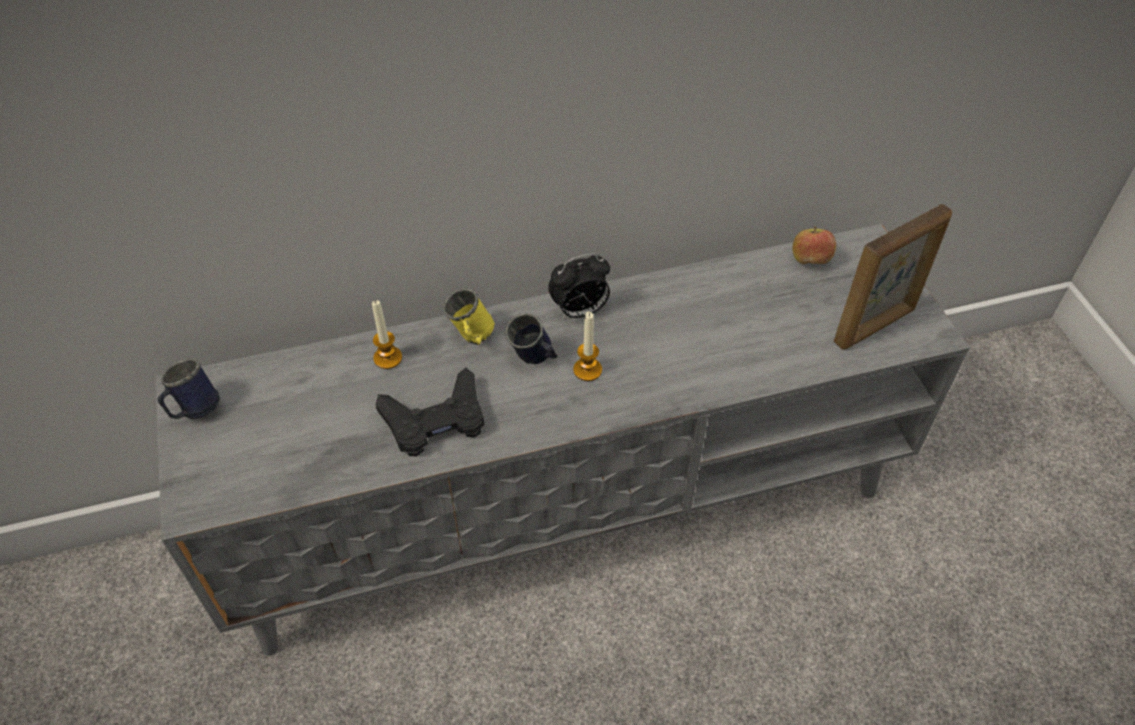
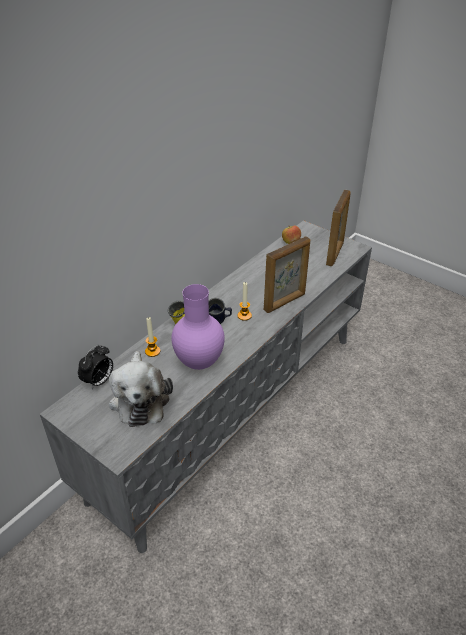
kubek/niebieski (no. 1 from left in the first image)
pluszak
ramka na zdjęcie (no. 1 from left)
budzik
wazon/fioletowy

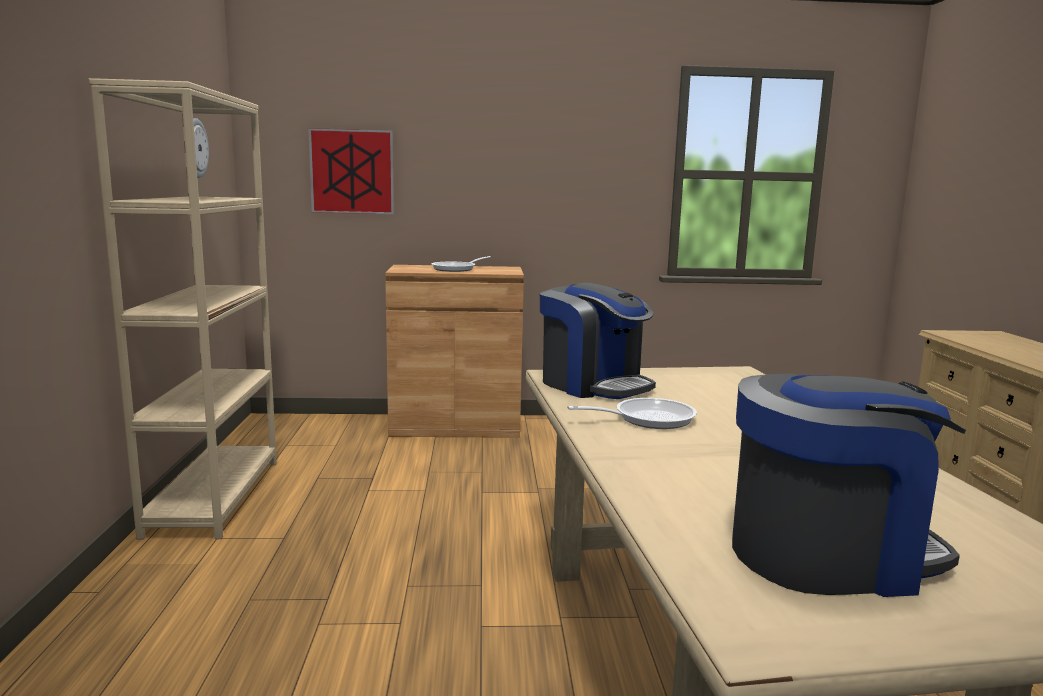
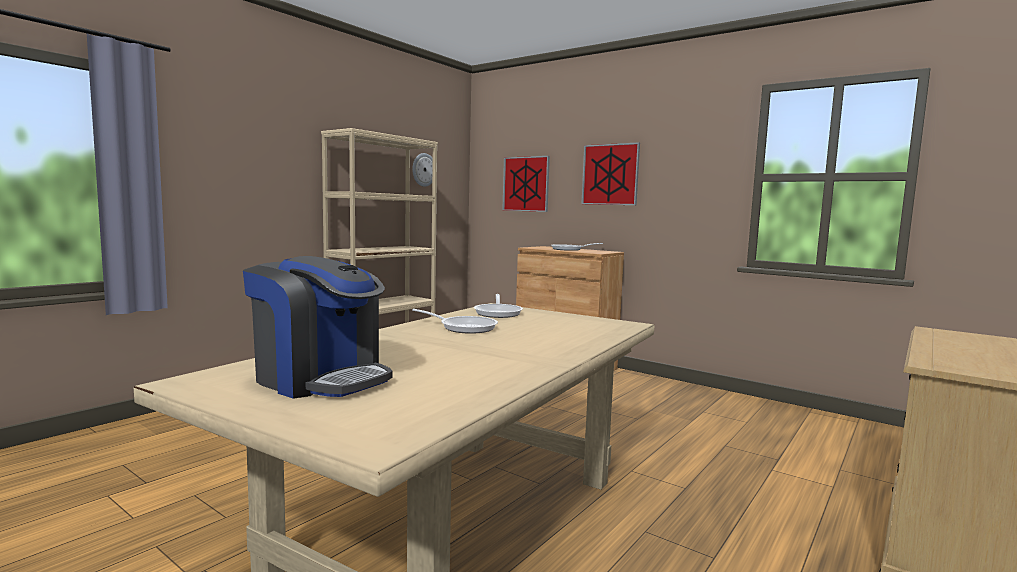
obraz (no. 2 from left)
patelnia (no. 2 from left)

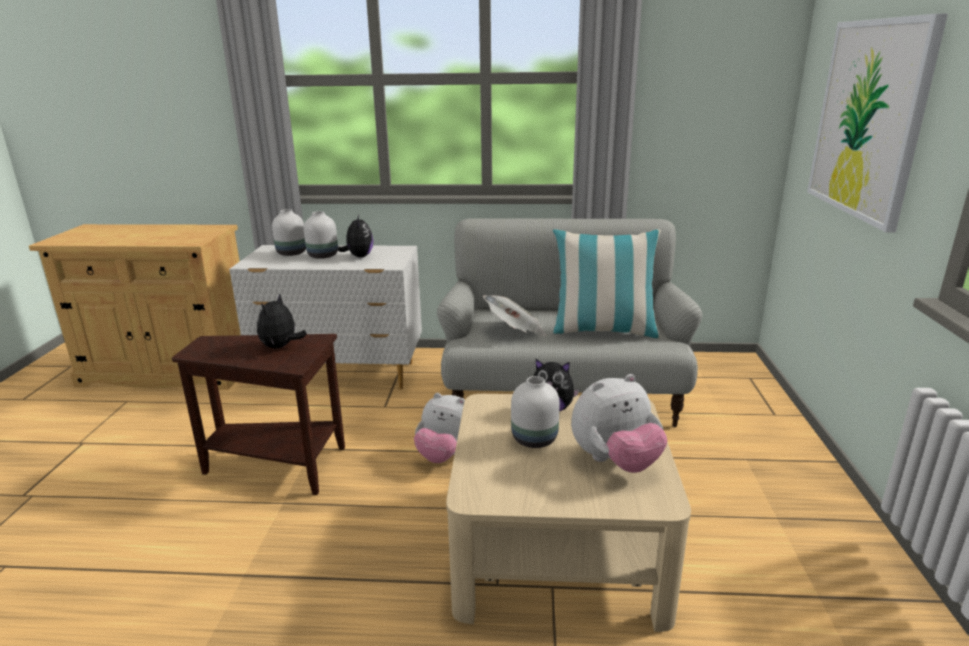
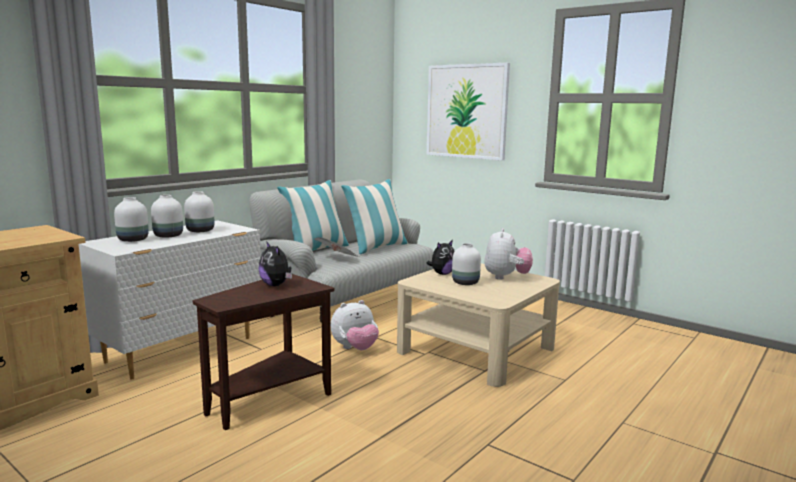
poduszka (no. 1 from left)
wazon/biały (no. 3 from left)

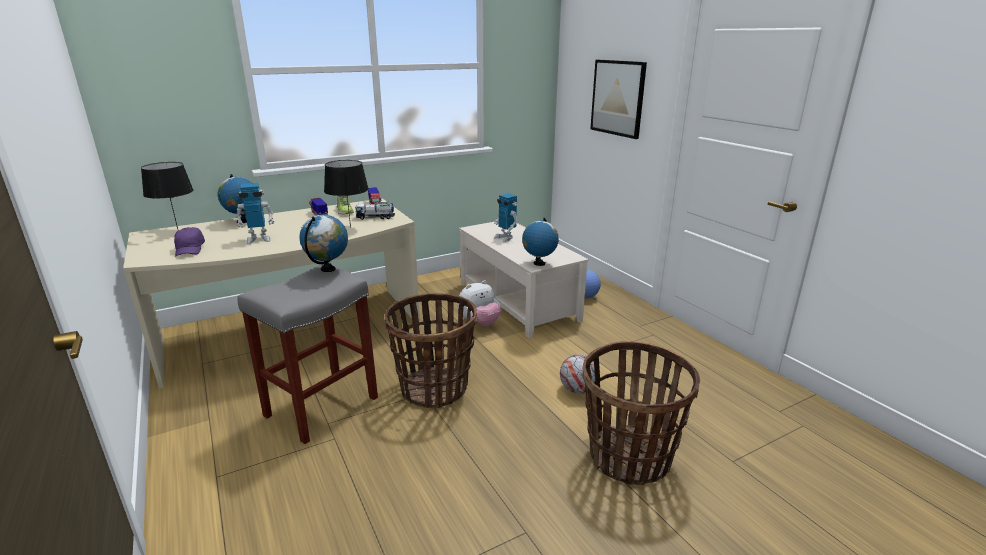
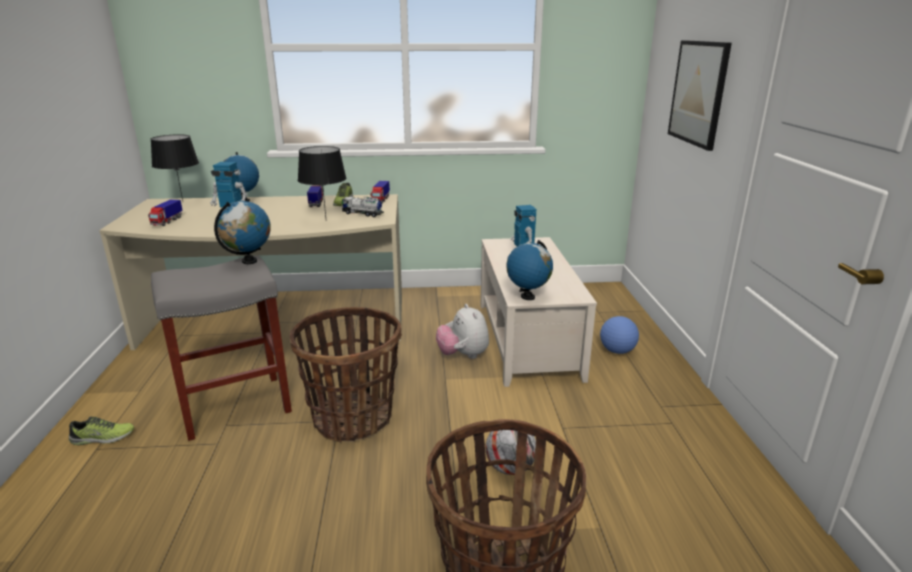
but (no. 1 from left)
ciężarówka zabawkowa (no. 1 from left)
pluszak

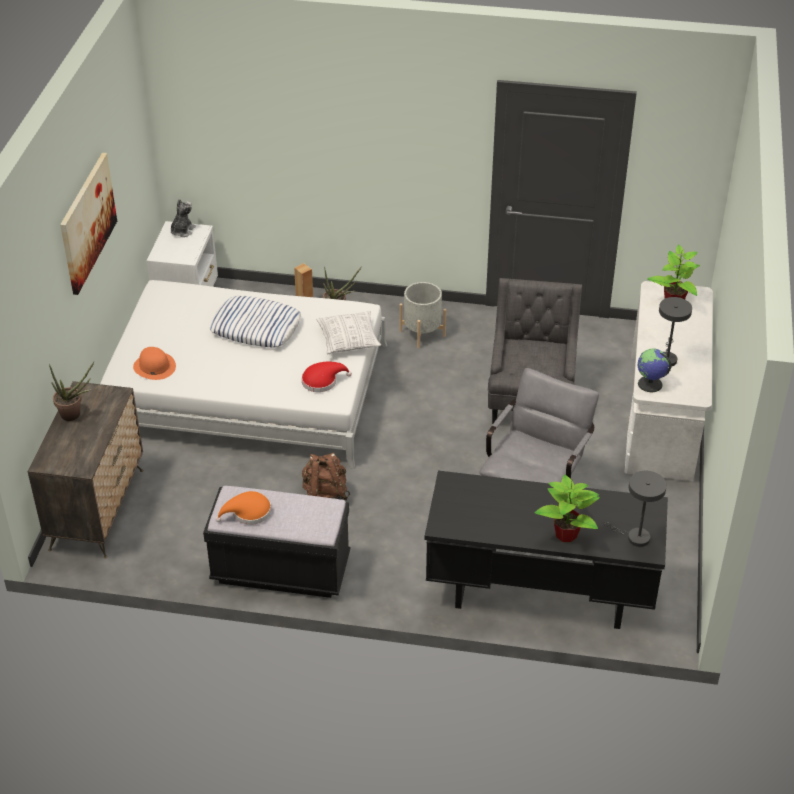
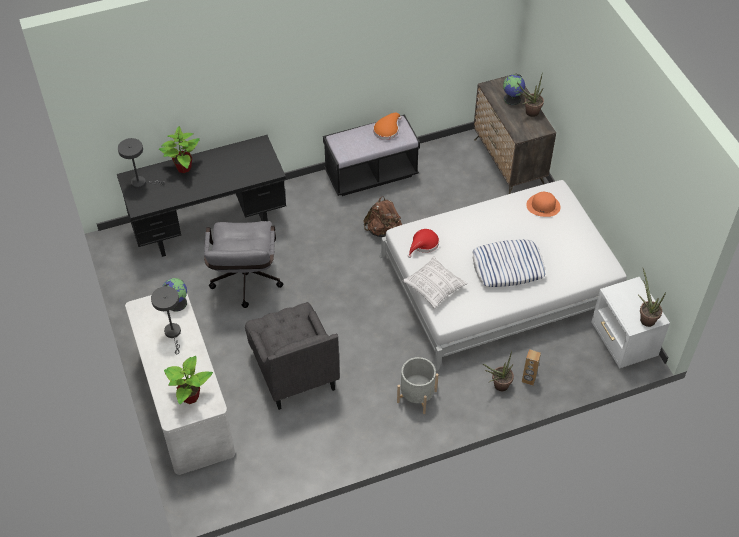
obraz
globus (no. 2 from left)
roślina doniczkowa (no. 5 from left)

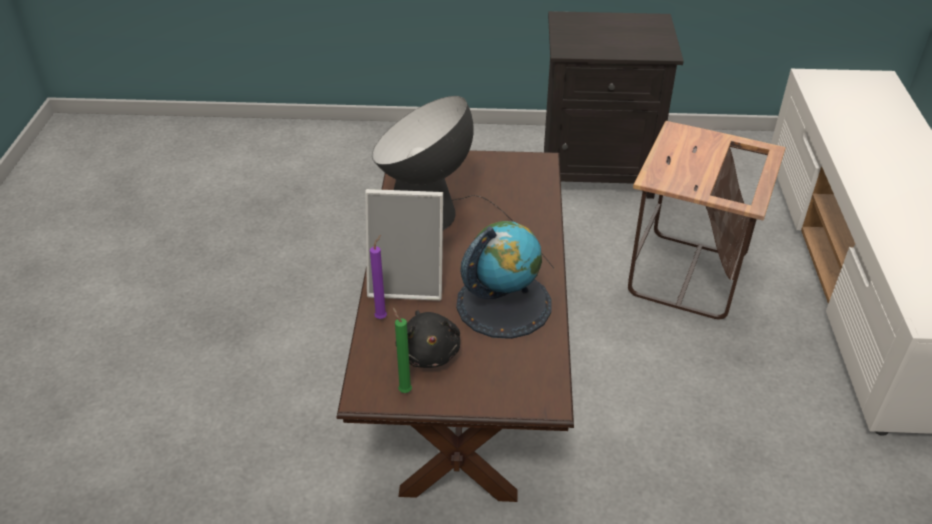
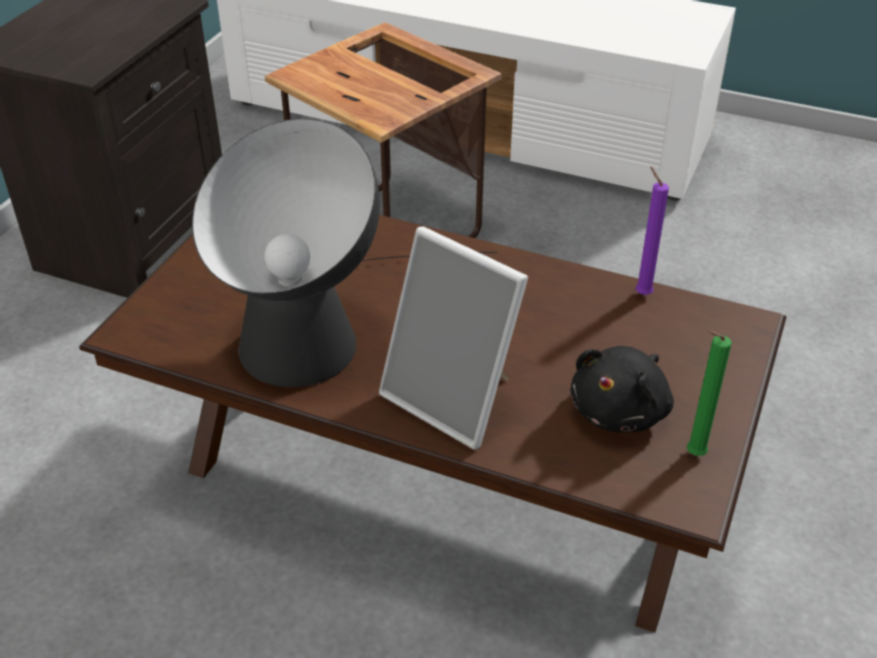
globus
świeca/fioletowy
ramka na zdjęcie
pluszak/czarny

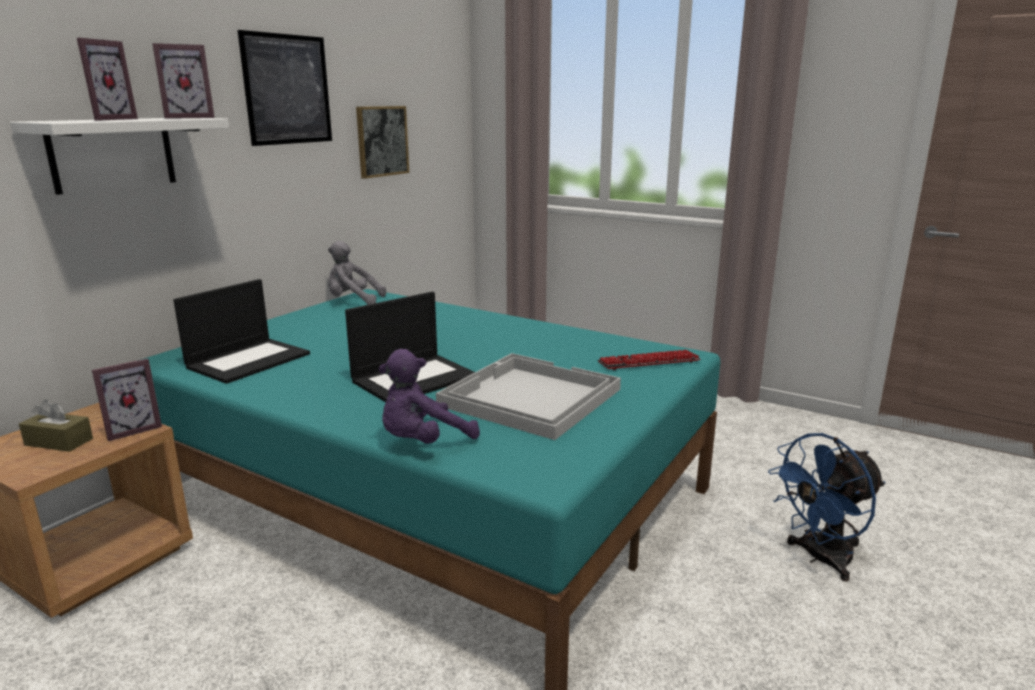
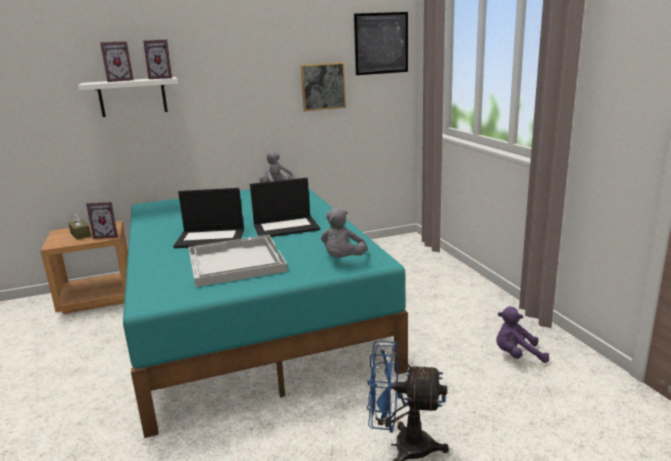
laptop (no. 2 from left)
obraz (no. 2 from left)
pluszak/fioletowy
pluszak/szary (no. 2 from left)

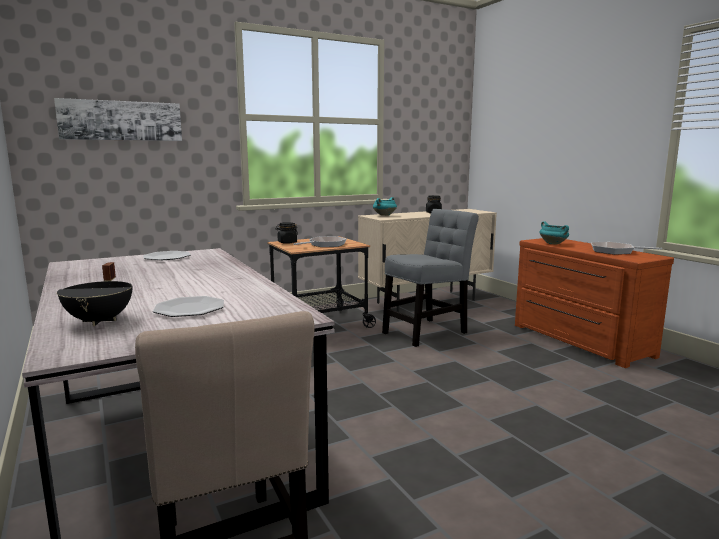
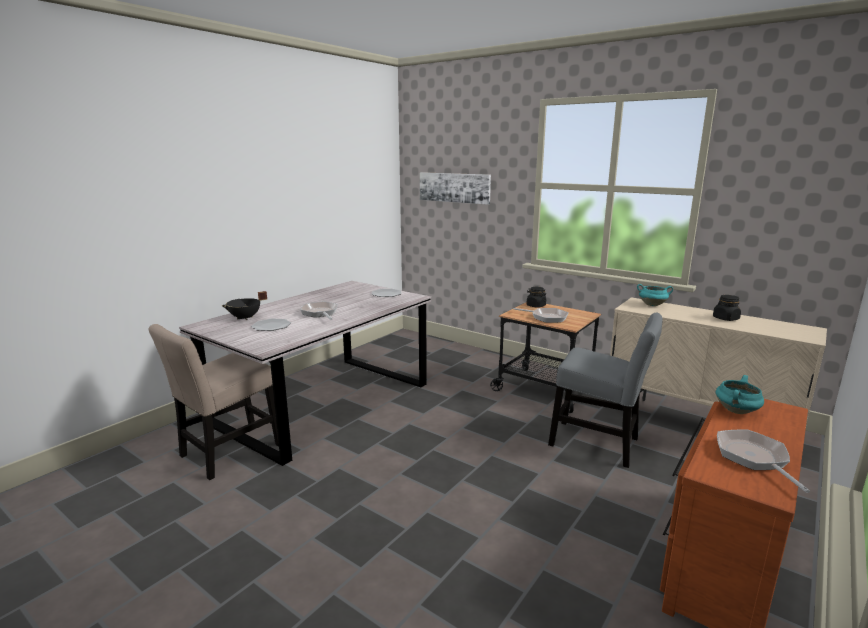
patelnia (no. 1 from left)

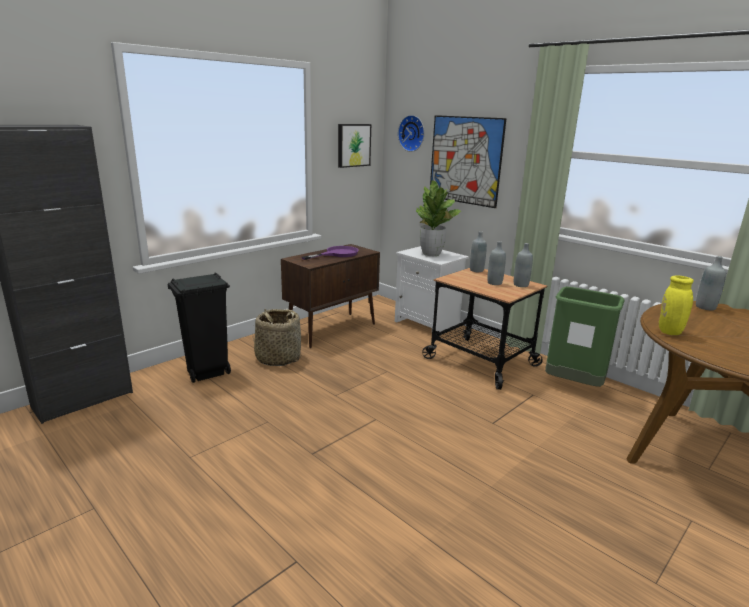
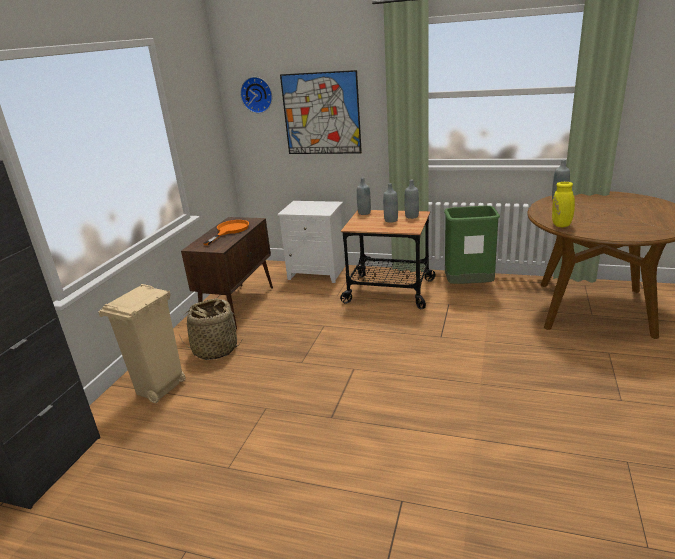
obraz (no. 1 from left in the first image)
roślina doniczkowa
kosz na śmieci/beżowy
patelnia/pomarańczowy

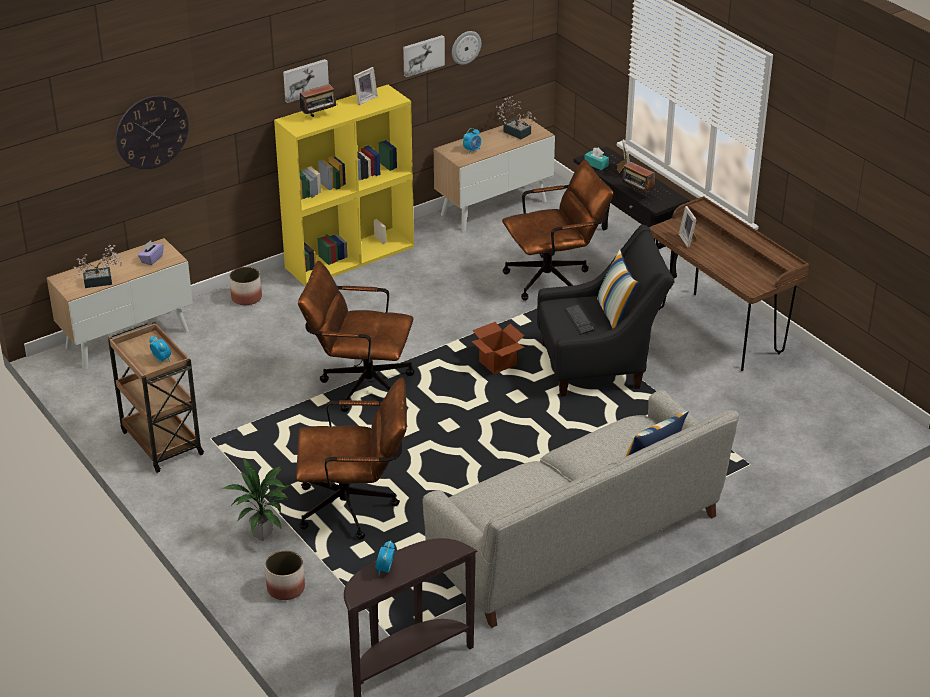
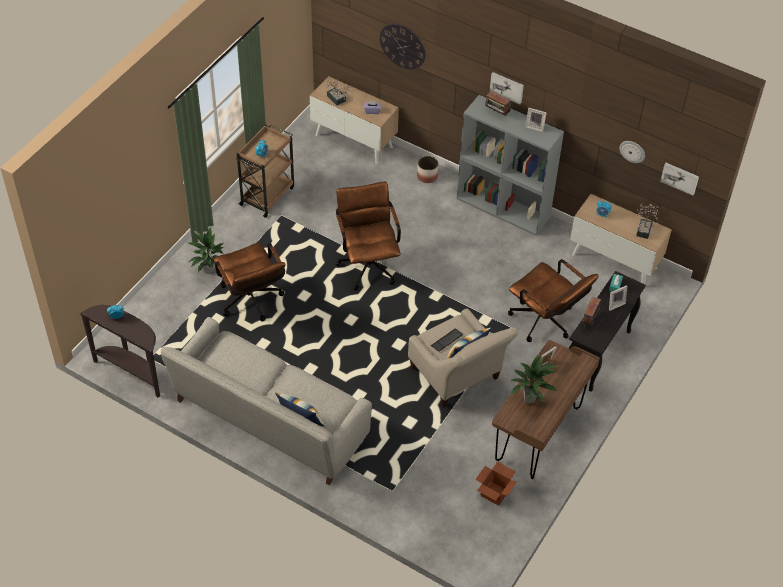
donica (no. 2 from left in the first image)
roślina doniczkowa (no. 3 from left)
obraz (no. 2 from left)
karton
regał/szary
fotel/beżowy

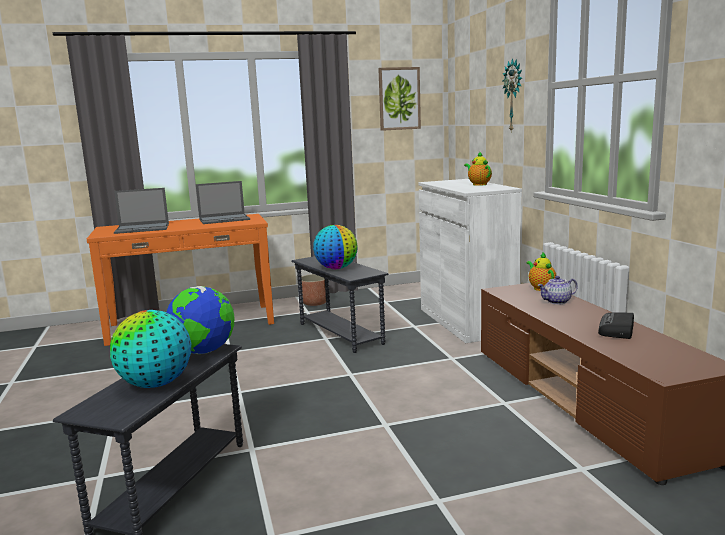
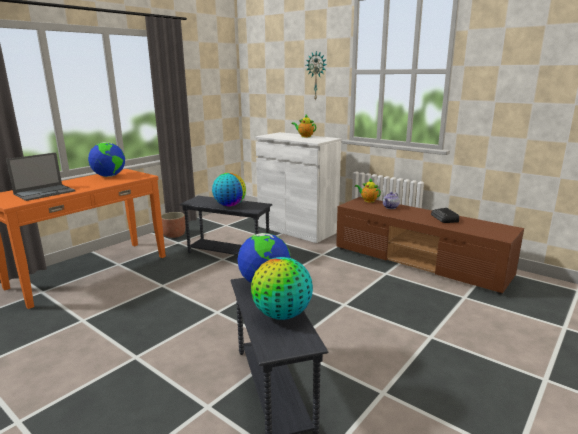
obraz
globus (no. 1 from left)

